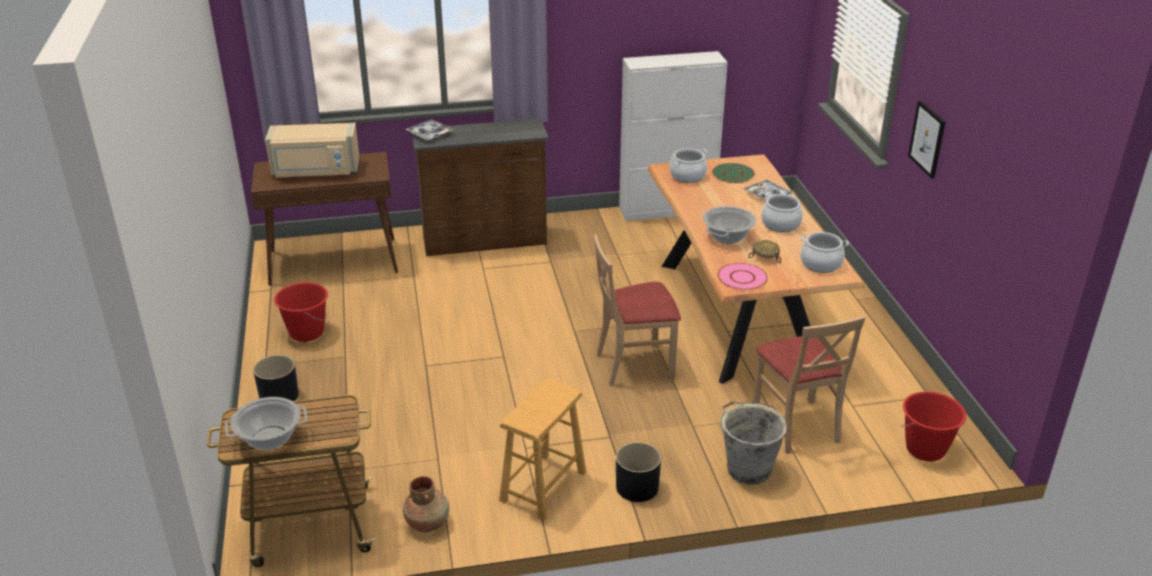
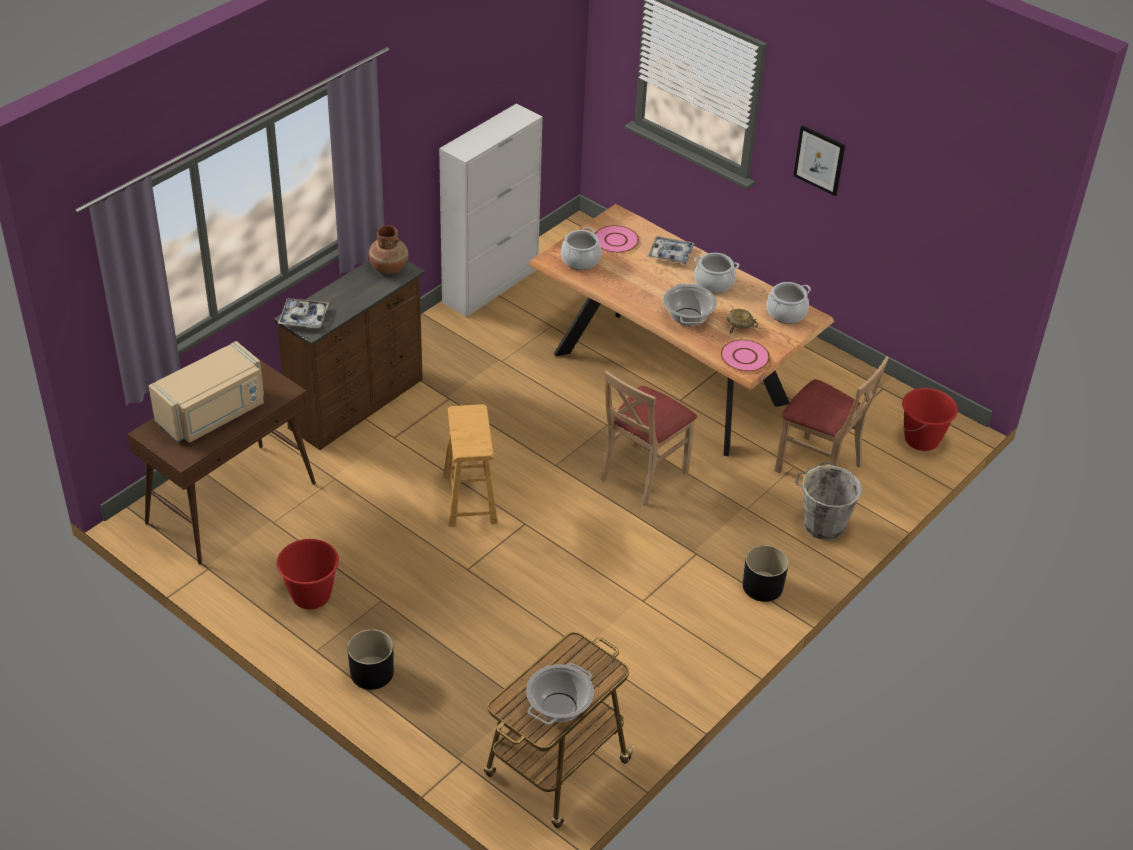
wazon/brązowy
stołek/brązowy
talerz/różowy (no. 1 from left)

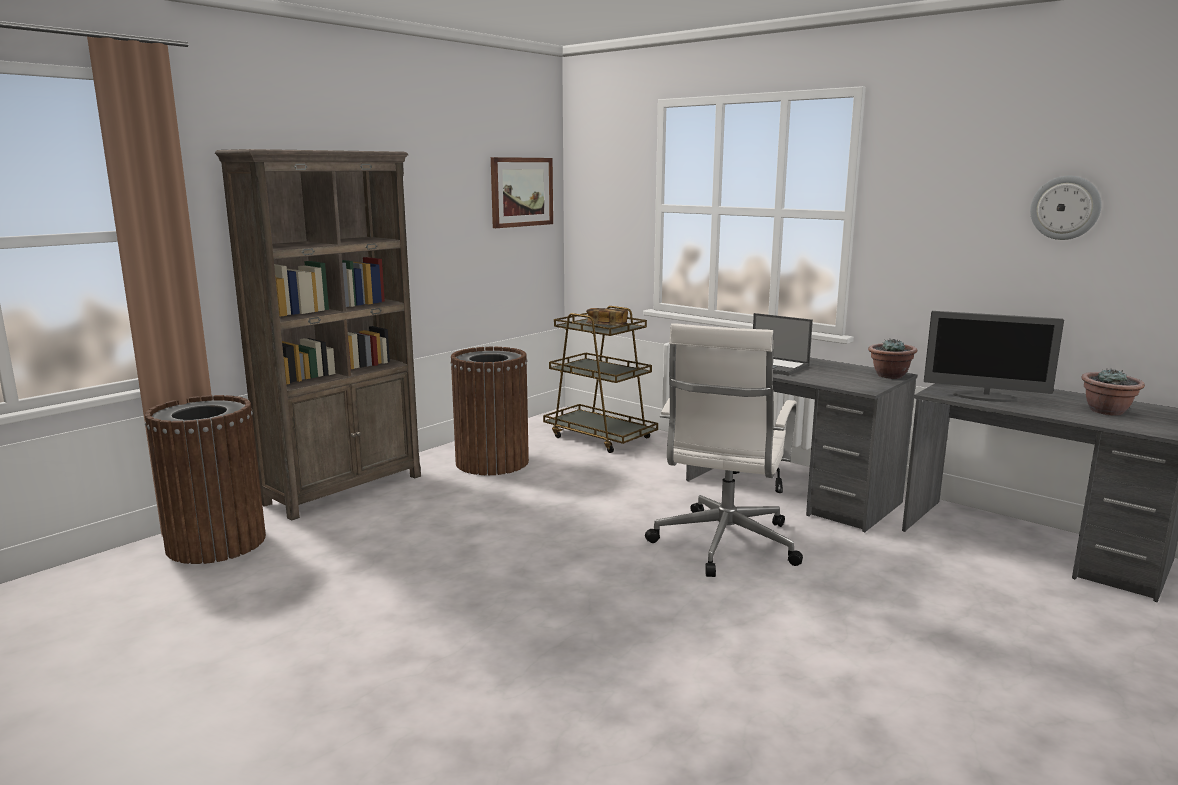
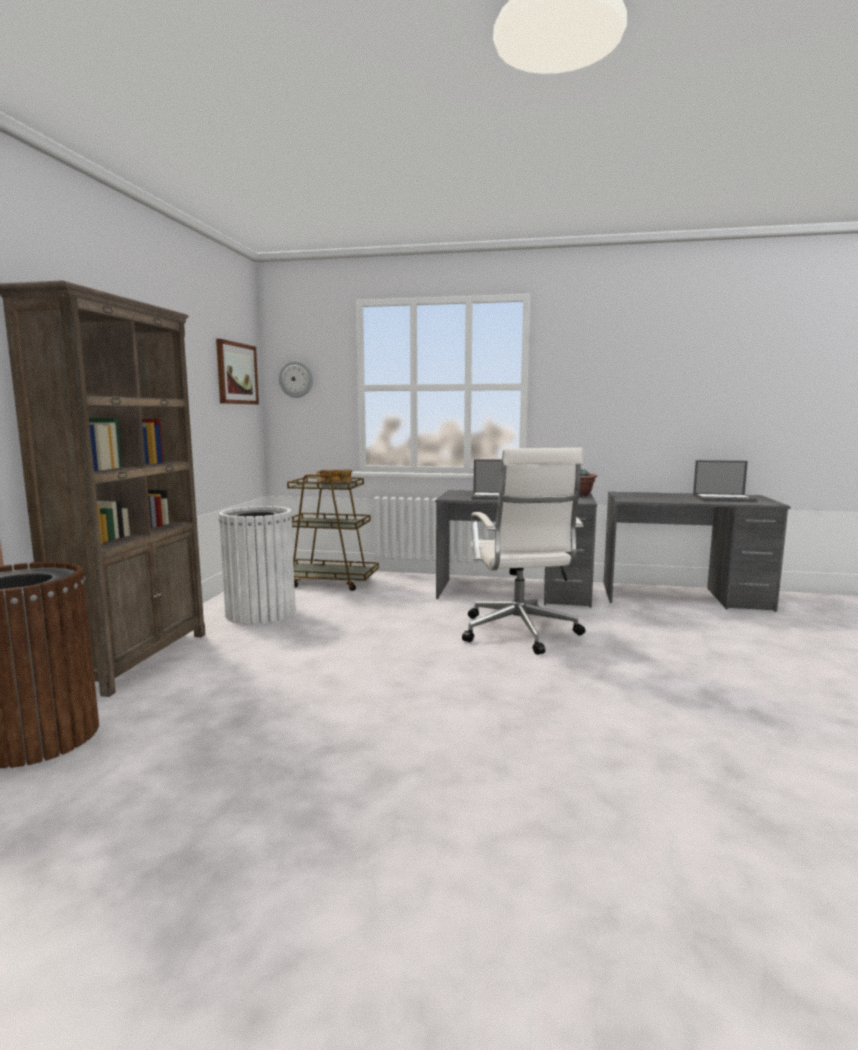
monitor
zegar ścienny
laptop (no. 2 from left)
kosz na śmieci/biały

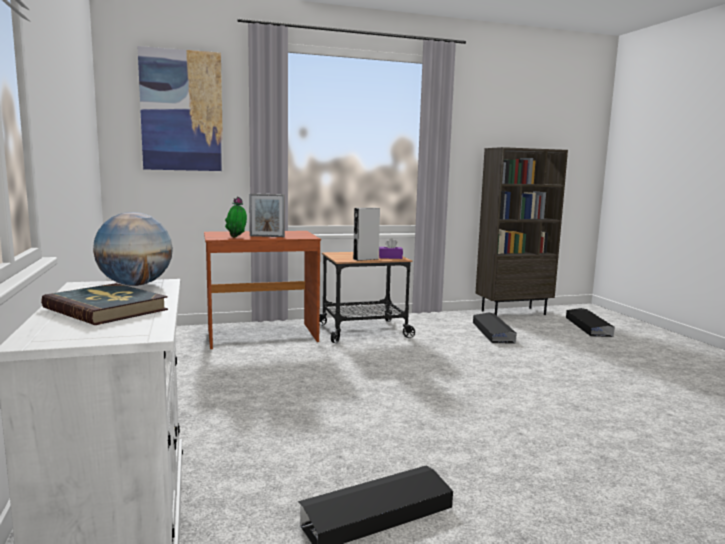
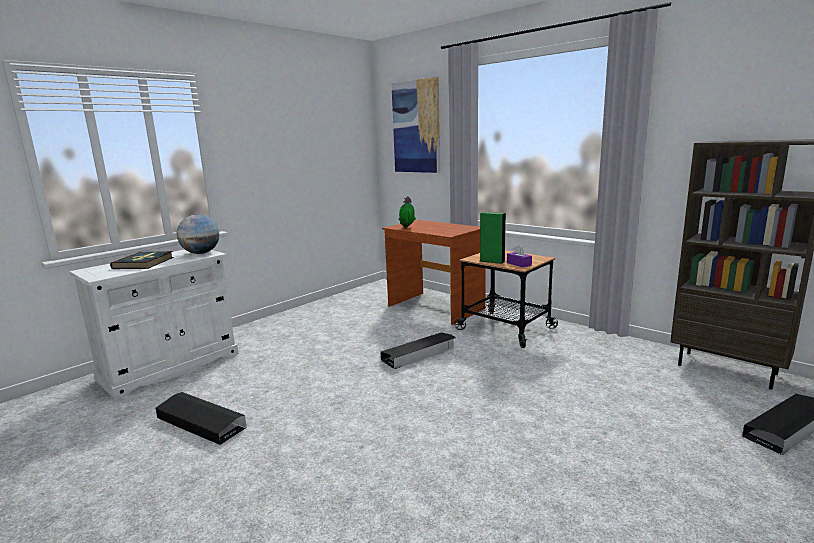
ramka na zdjęcie
pojemnik do przechowywania/czarny (no. 2 from left)
głośnik/zielony

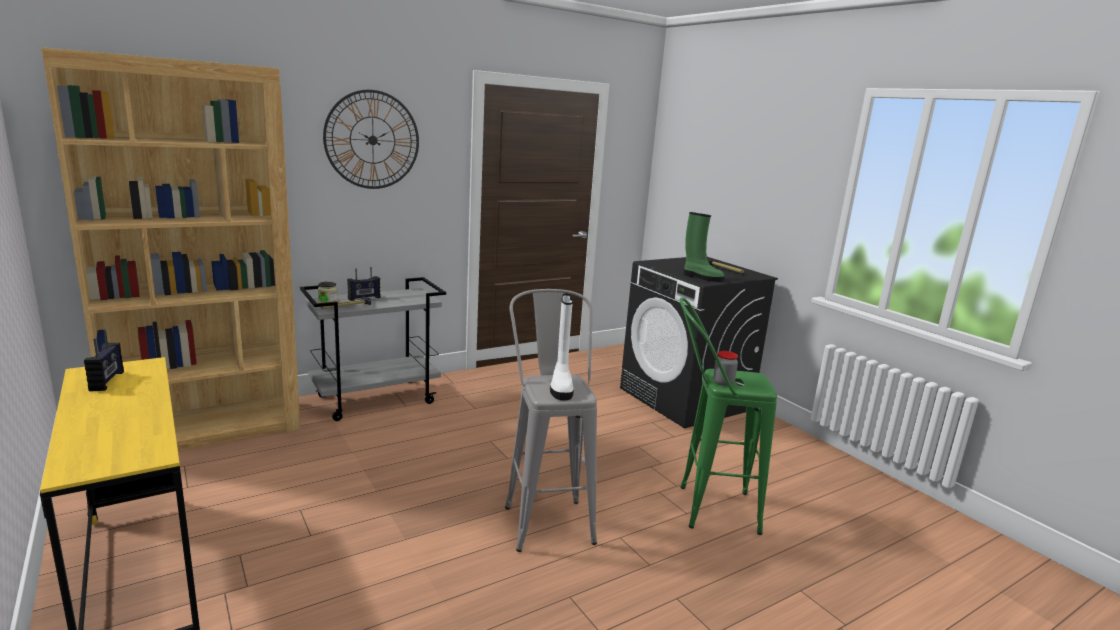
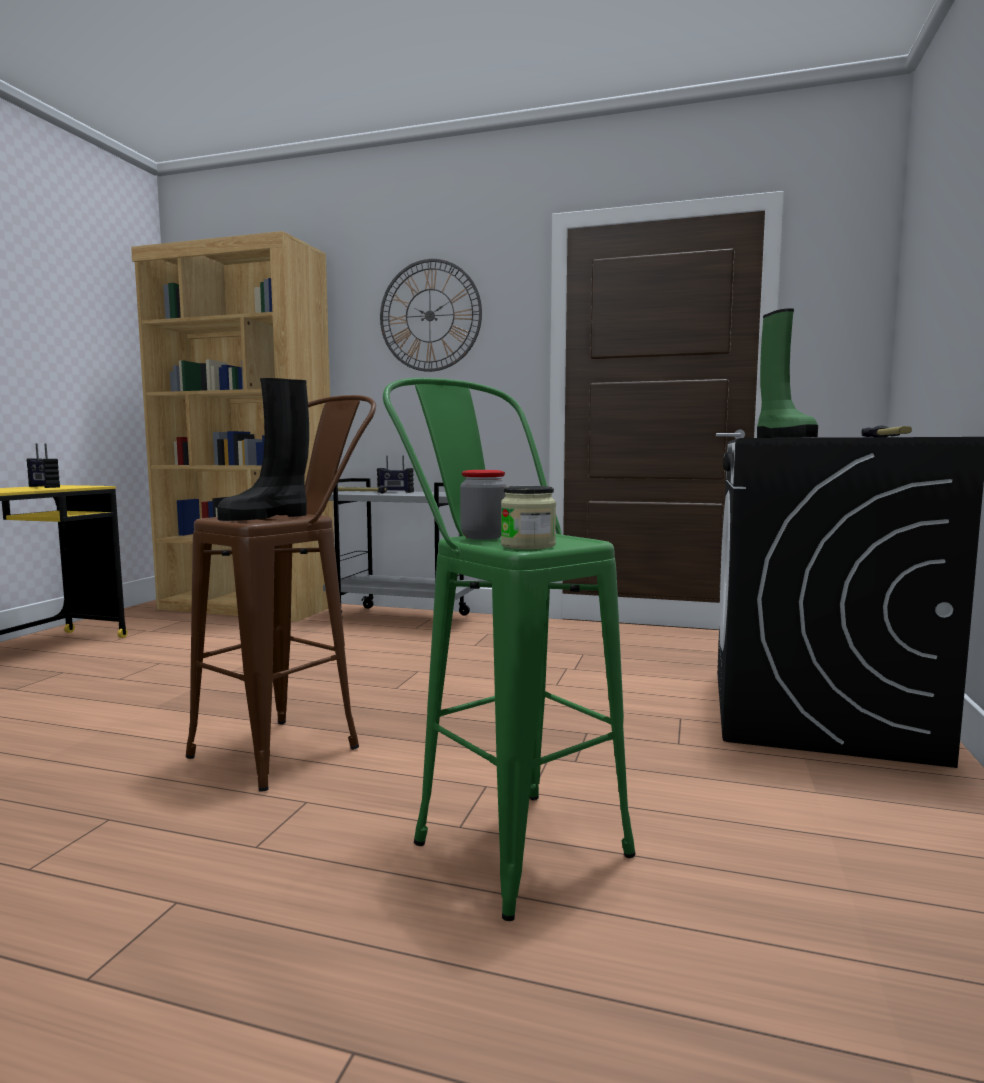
słoik (no. 2 from left)
stołek/brązowy
but z cholewką/czarny
radio (no. 1 from left)

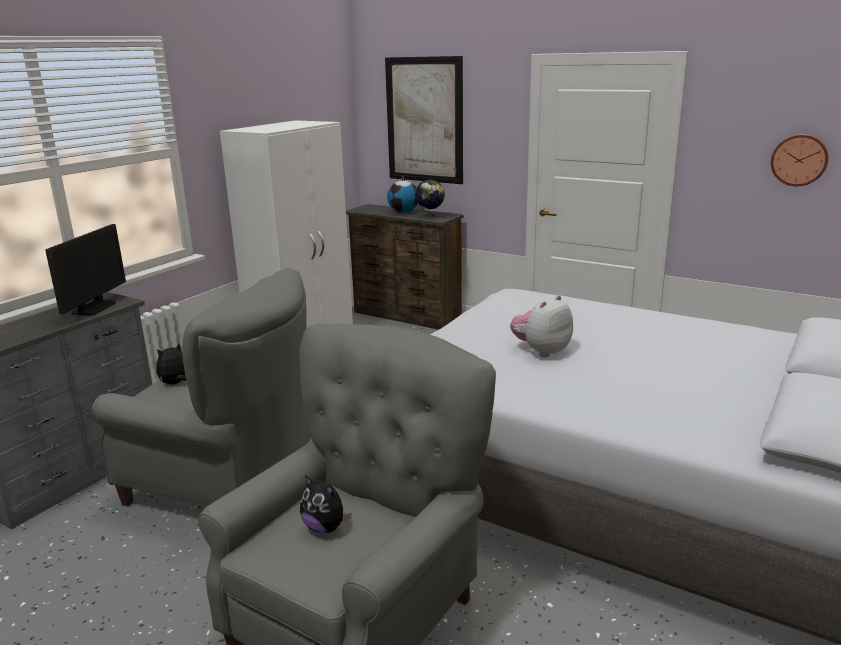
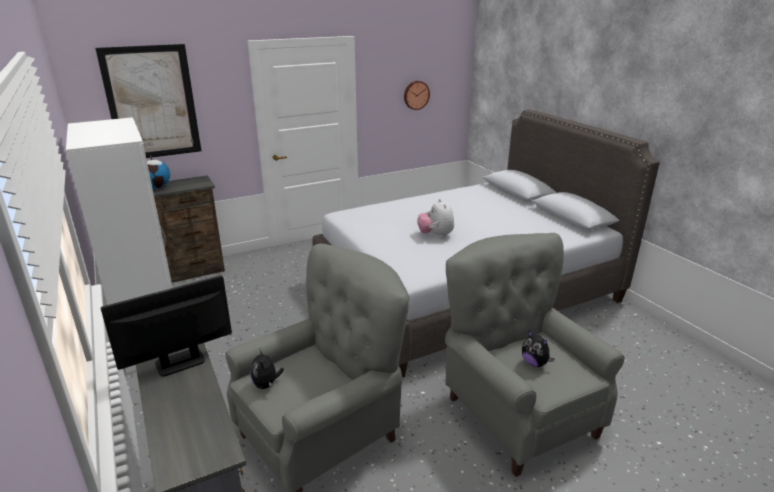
globus (no. 2 from left in the first image)
monitor
pluszak (no. 3 from left)

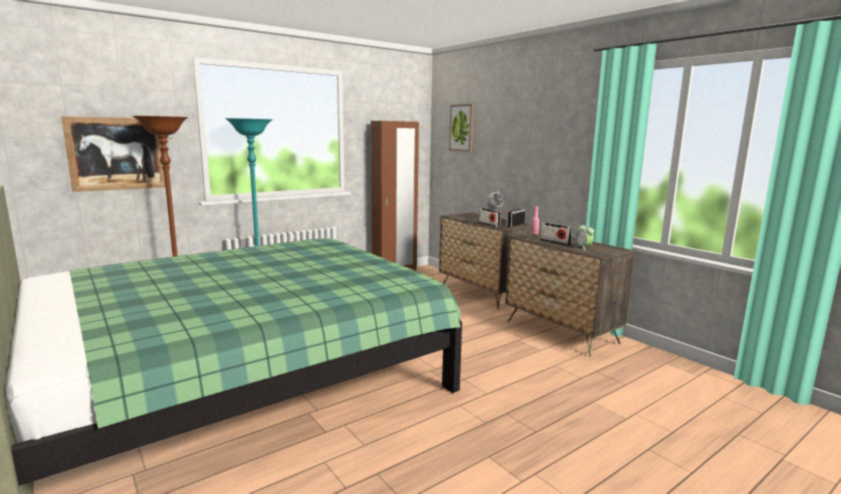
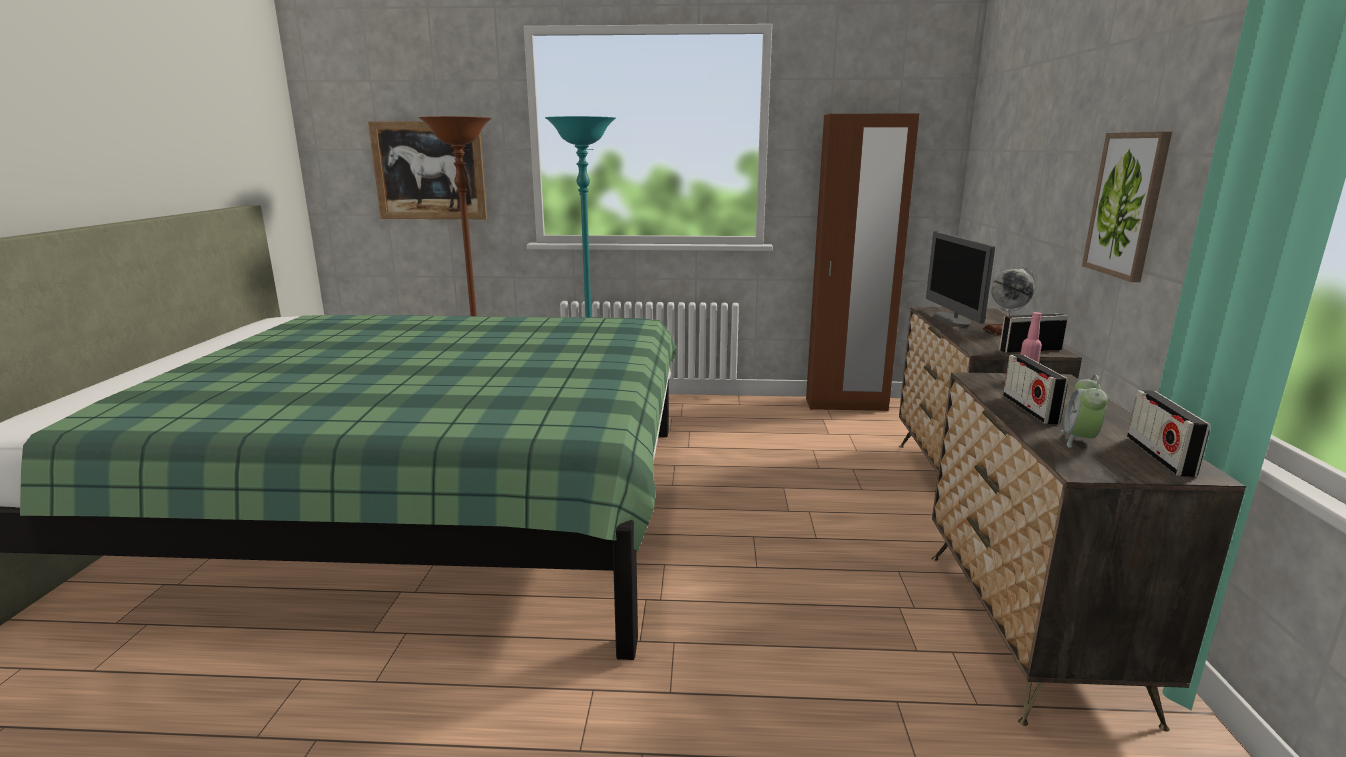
monitor
obraz (no. 2 from left)
radio (no. 3 from left)

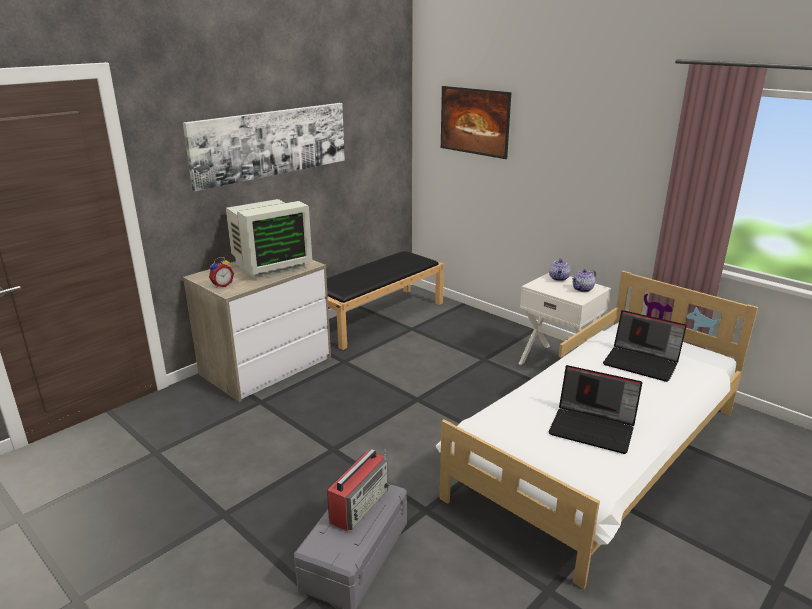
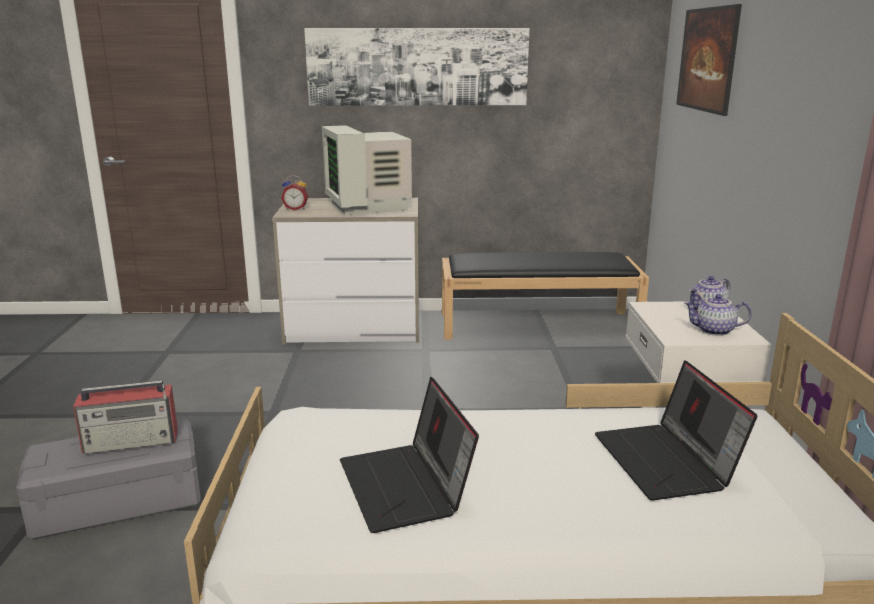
monitor

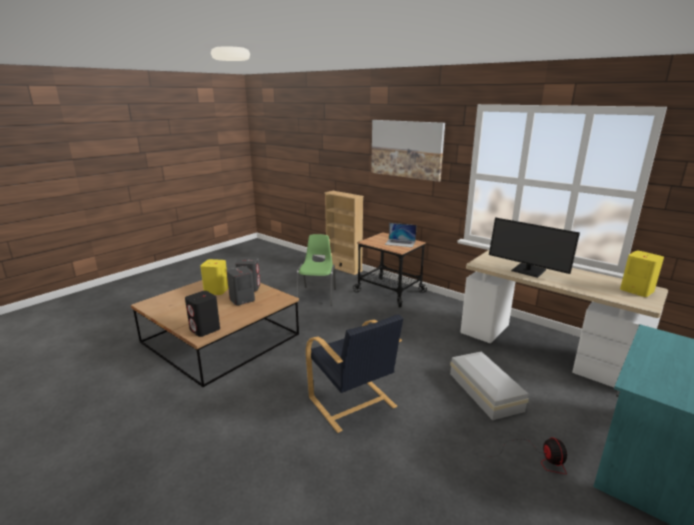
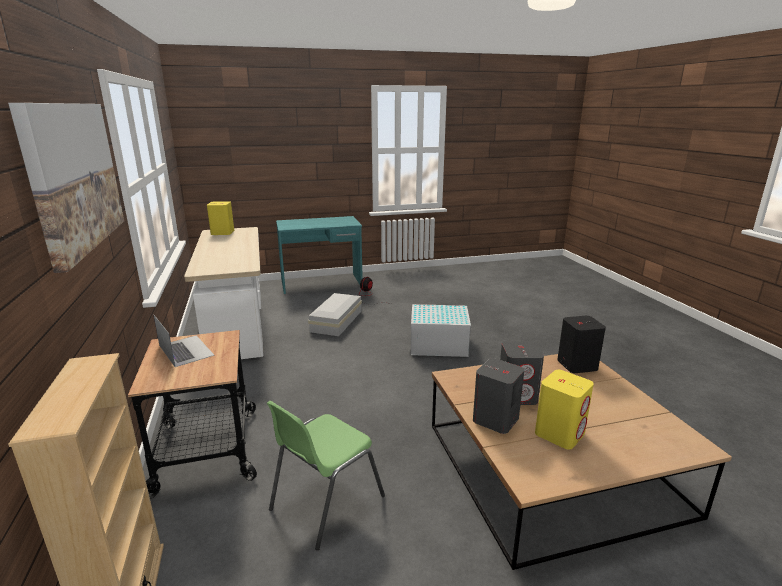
monitor
pojemnik do przechowywania/biały (no. 2 from left)

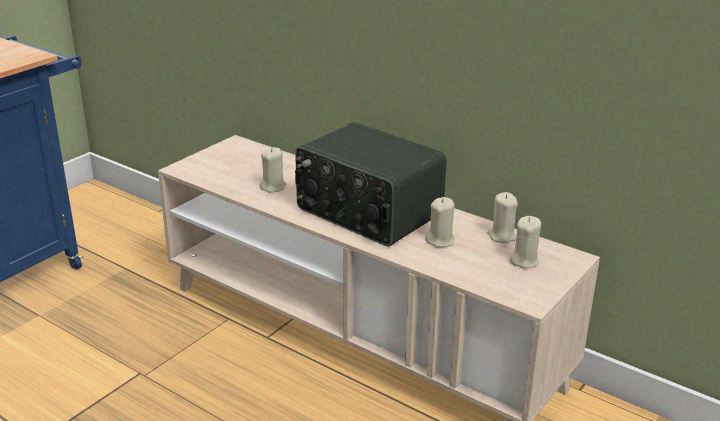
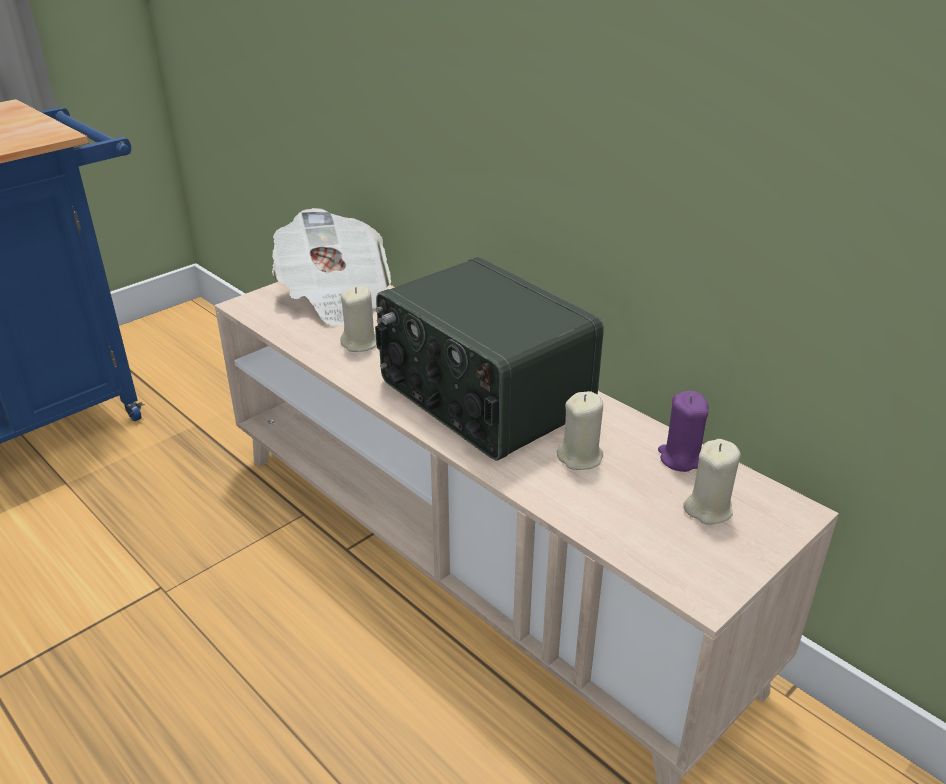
gazeta
świeca/fioletowy

